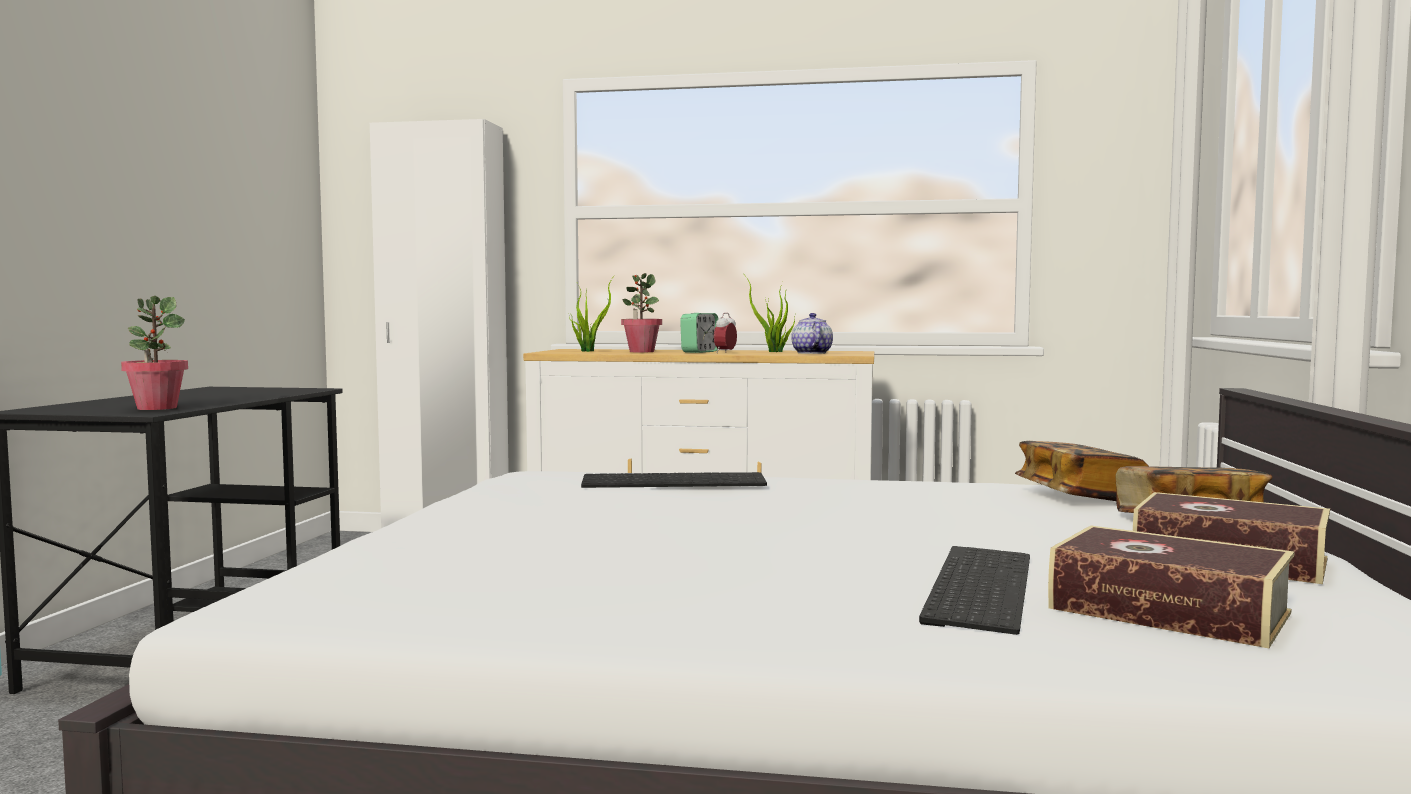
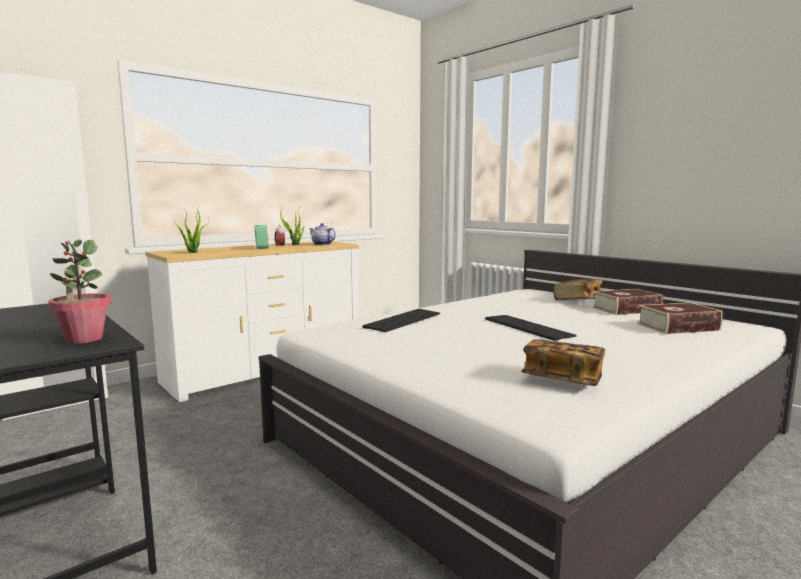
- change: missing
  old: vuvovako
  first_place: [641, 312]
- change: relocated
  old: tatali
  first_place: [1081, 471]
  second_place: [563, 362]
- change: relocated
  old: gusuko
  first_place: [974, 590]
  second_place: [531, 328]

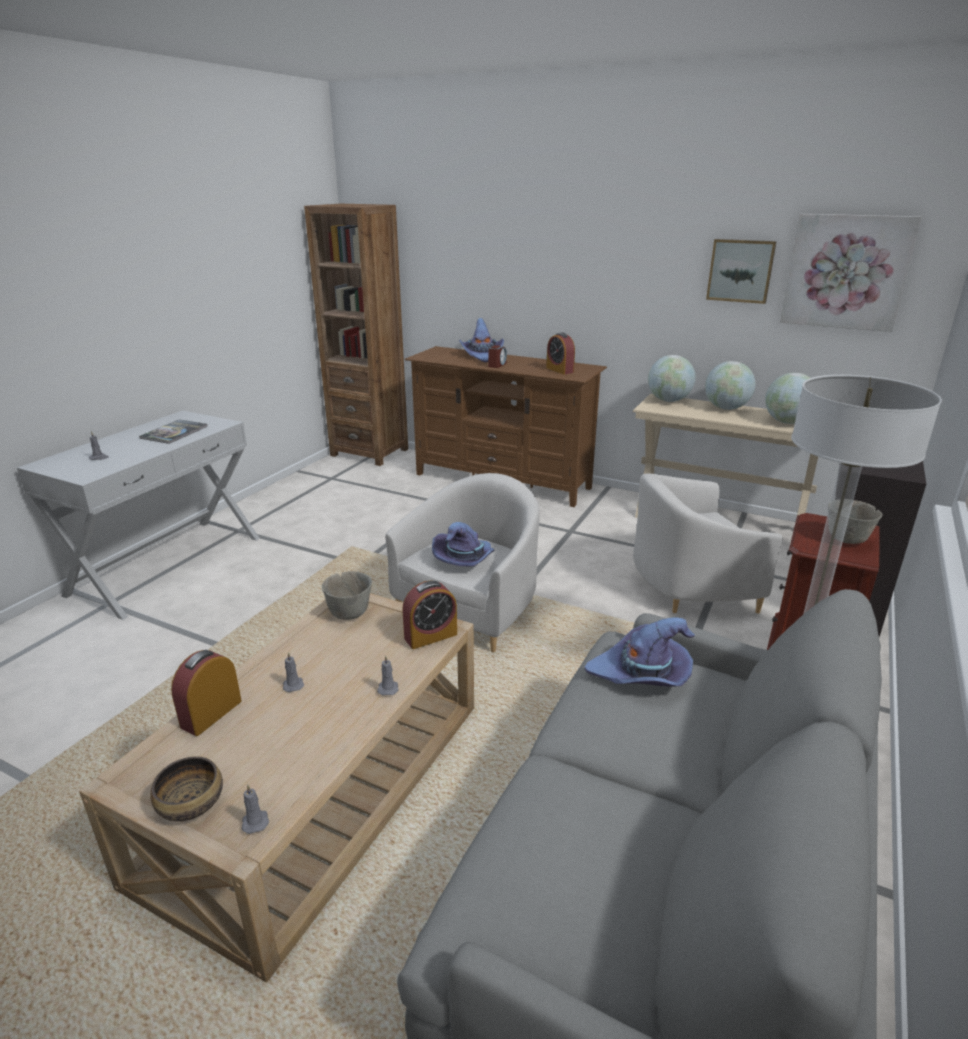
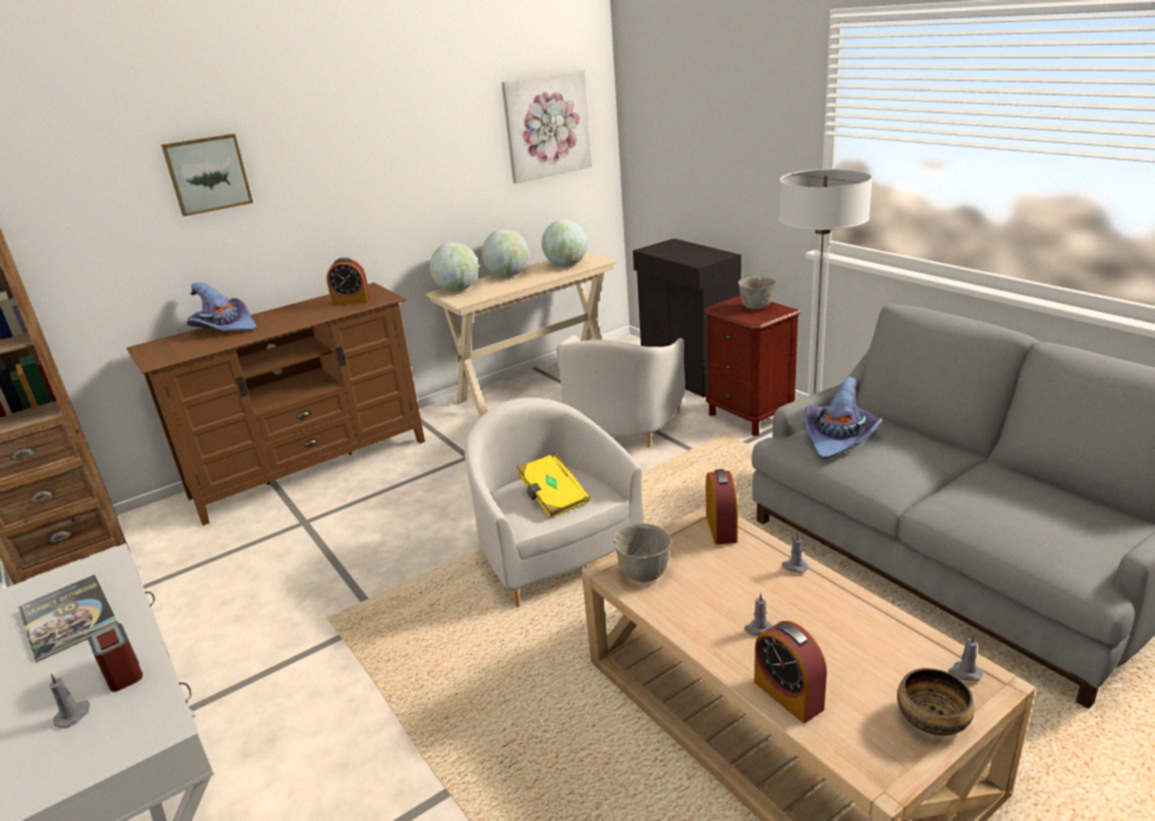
- change: relocated
  old: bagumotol
  first_place: [741, 271]
  second_place: [207, 175]
- change: relocated
  old: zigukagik
  first_place: [497, 356]
  second_place: [115, 657]
- change: exchanged
  old: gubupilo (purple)
  new: tatali (yellow)
  first_place: [463, 544]
  second_place: [553, 485]

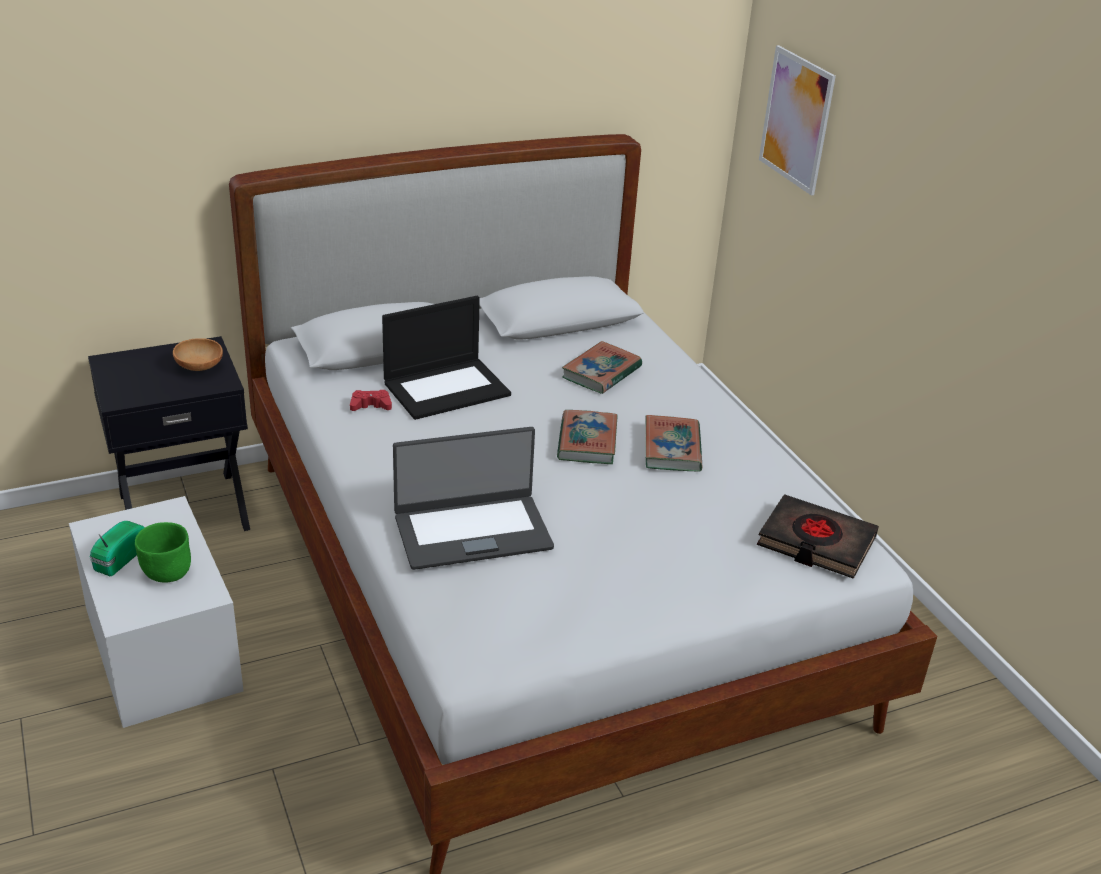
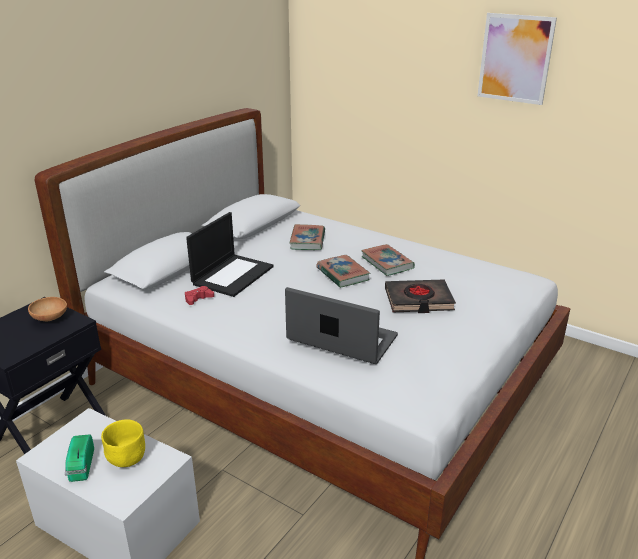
- change: relocated
  old: bagumotol
  first_place: [797, 120]
  second_place: [517, 59]
- change: spun
  old: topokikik
  first_place: [473, 498]
  second_place: [341, 325]
  degrees: -105
- change: relocated
  old: tatali (black)
  first_place: [818, 536]
  second_place: [420, 296]
- change: colour
  old: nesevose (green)
  new: nesevose (yellow)
  first_place: [163, 552]
  second_place: [123, 443]

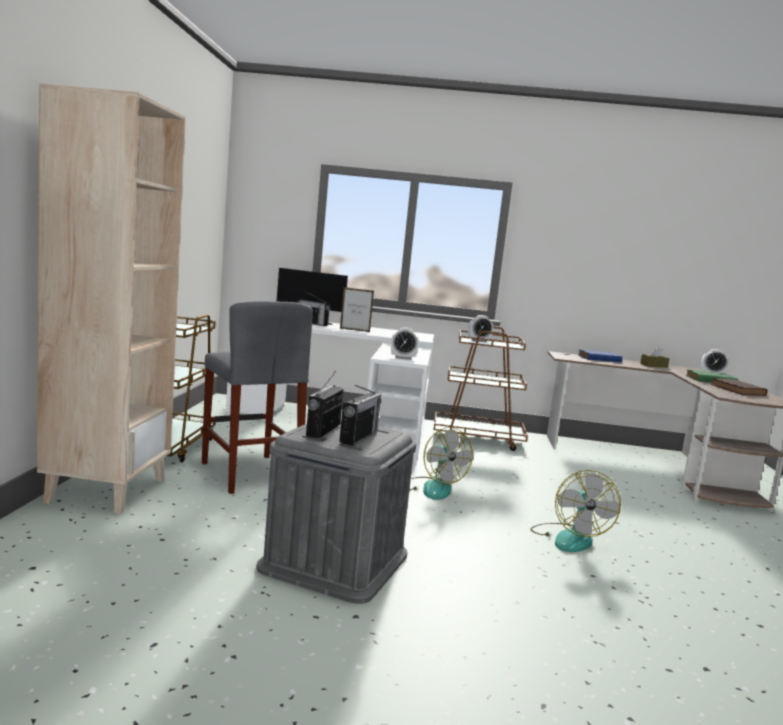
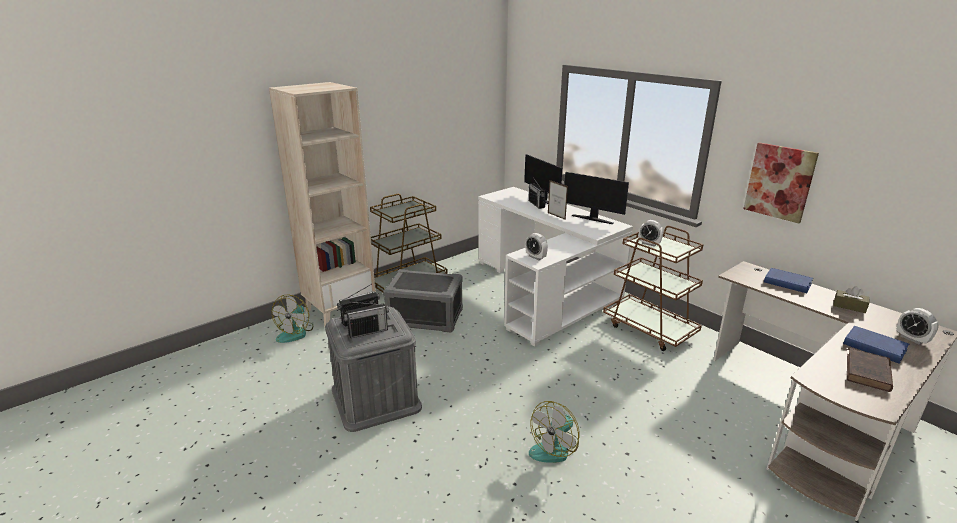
- change: exchanged
  old: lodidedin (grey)
  new: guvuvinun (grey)
  first_place: [257, 397]
  second_place: [423, 300]
- change: colour
  old: tatali (green)
  new: tatali (blue)
  first_place: [712, 376]
  second_place: [876, 345]
- change: relocated
  old: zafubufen
  first_place: [441, 463]
  second_place: [292, 319]
- change: appeared
  new: bagumotol
  second_place: [781, 183]
- change: appeared
  new: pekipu
  second_place: [596, 198]

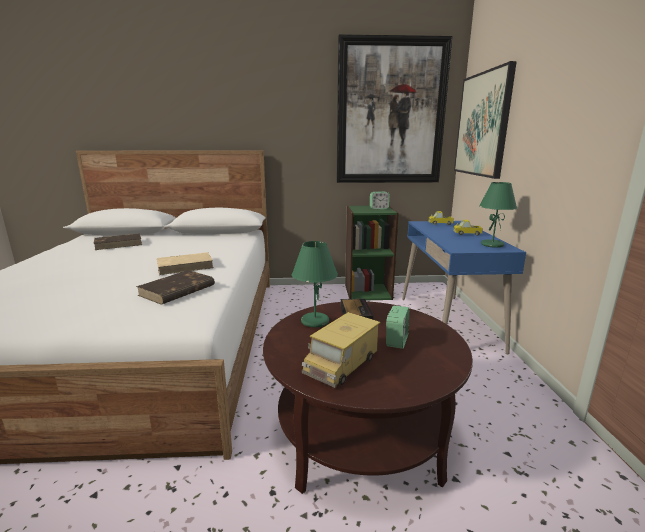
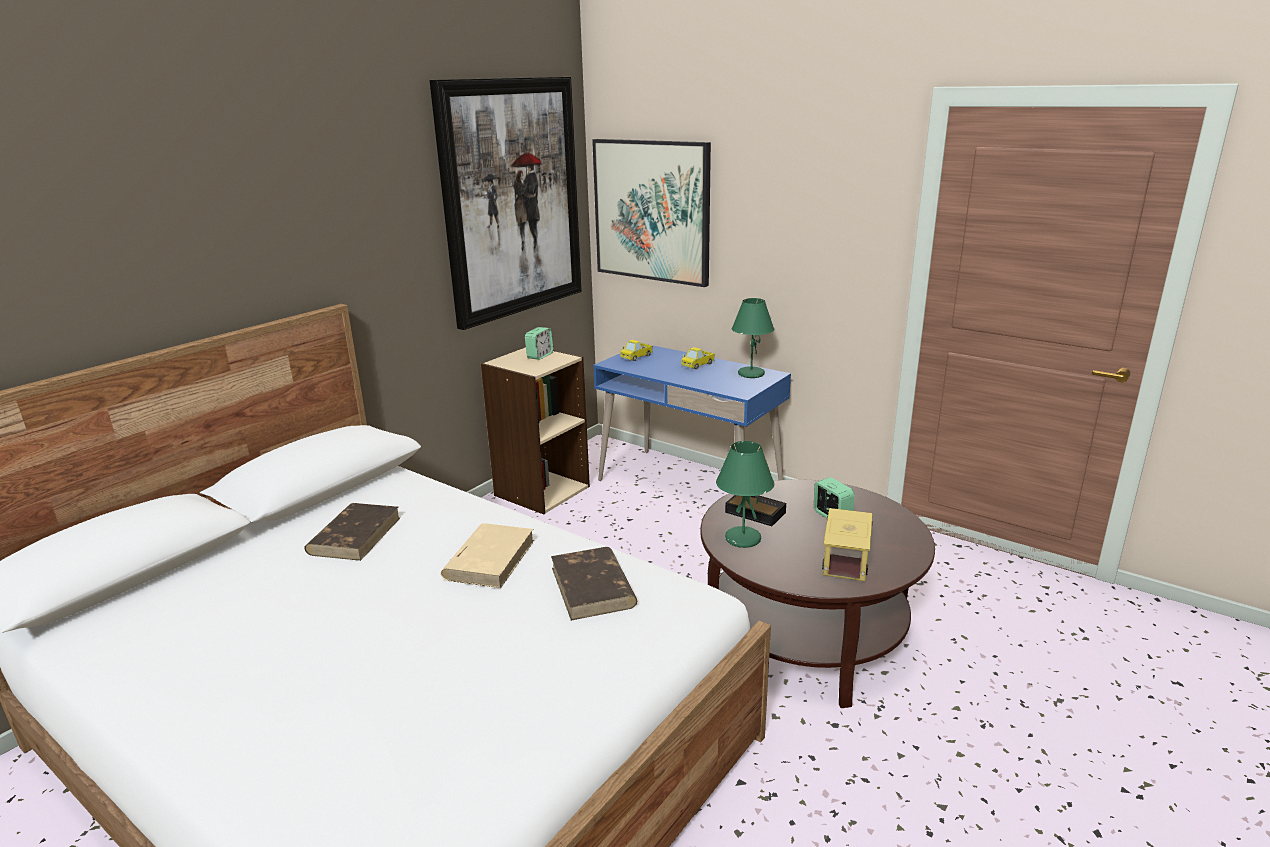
- change: colour
  old: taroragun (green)
  new: taroragun (beige)
  first_place: [372, 253]
  second_place: [535, 430]
- change: relocated
  old: tatali (brown)
  first_place: [117, 241]
  second_place: [352, 532]
- change: spun
  old: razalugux
  first_place: [341, 350]
  second_place: [847, 544]
  degrees: -150

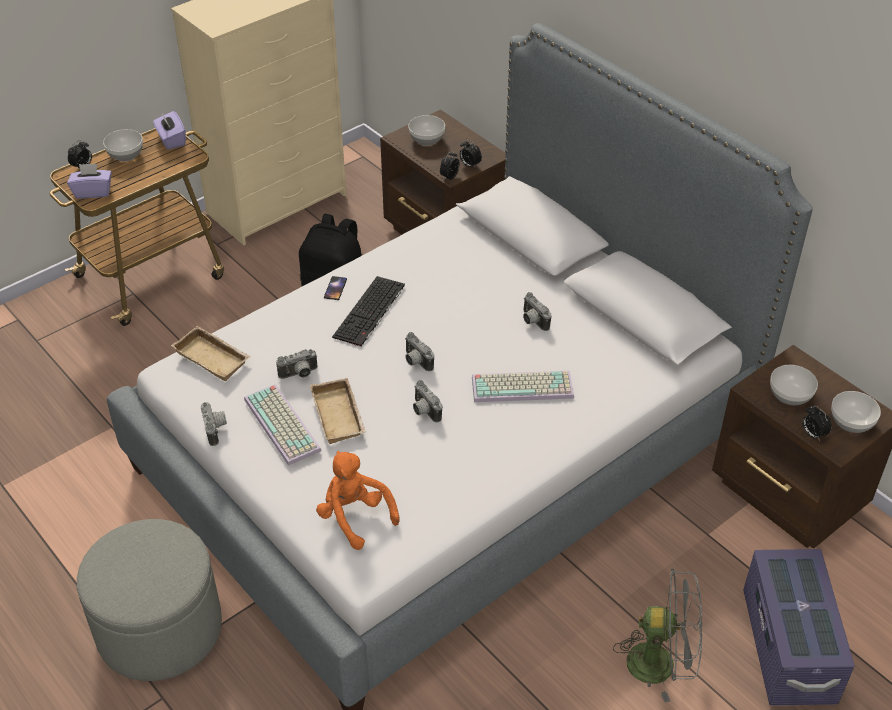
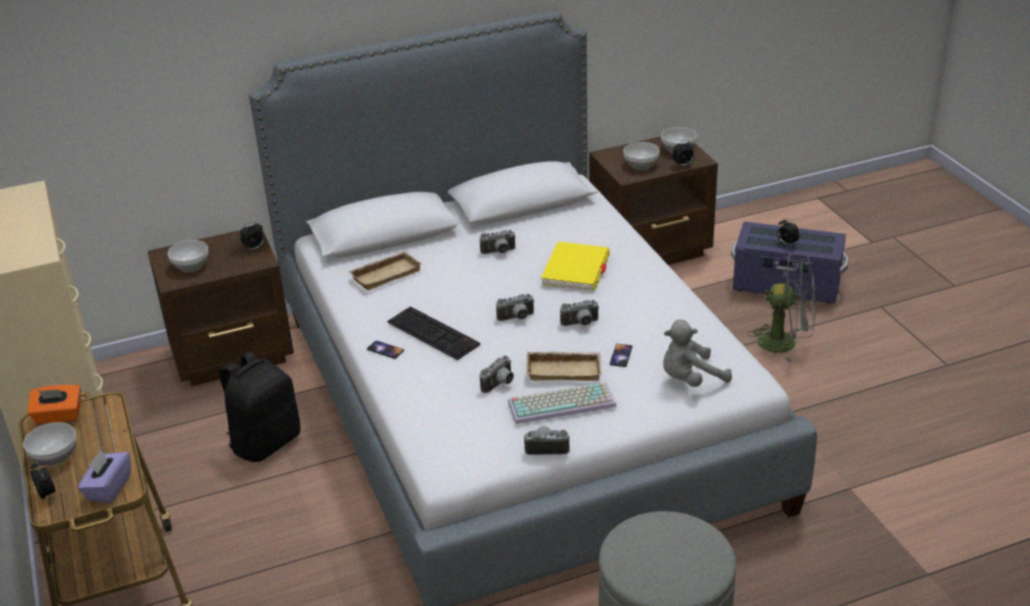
- change: colour
  old: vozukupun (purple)
  new: vozukupun (orange)
  first_place: [169, 130]
  second_place: [54, 404]
- change: relocated
  old: zigukagik
  first_place: [450, 166]
  second_place: [788, 232]
- change: relocated
  old: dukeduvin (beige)
  first_place: [211, 353]
  second_place: [385, 270]
- change: spun
  old: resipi
  first_place: [297, 364]
  second_place: [497, 374]
  degrees: 45
- change: exchanged
  old: gusuko
  new: tatali (yellow)
  first_place: [523, 386]
  second_place: [575, 266]
- change: colour
  old: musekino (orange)
  new: musekino (grey)
  first_place: [358, 500]
  second_place: [697, 353]
- change: spun
  old: zafubufen (grey)
  first_place: [657, 635]
  second_place: [781, 308]
  degrees: 75
- change: appeared
  new: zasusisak
  second_place: [621, 355]

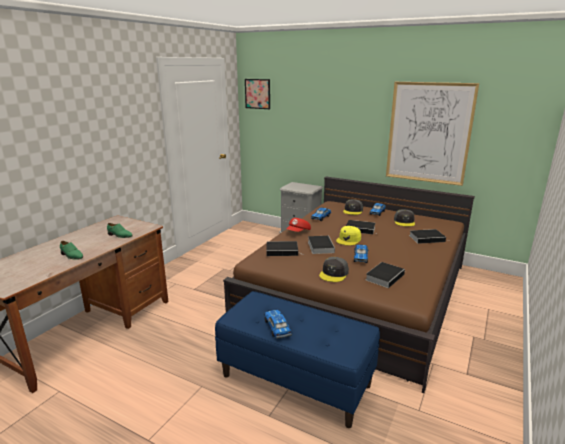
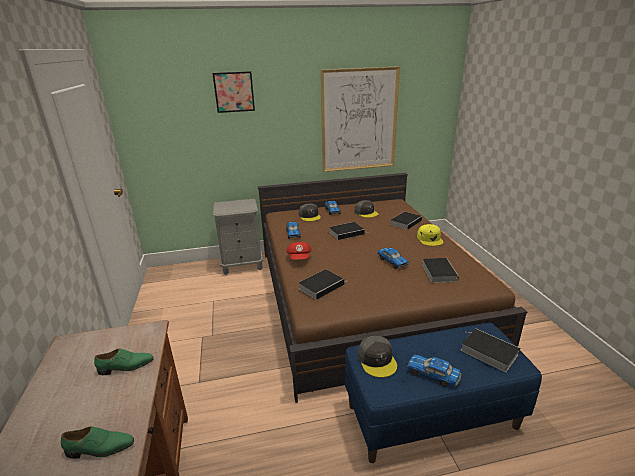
- change: relocated
  old: bagumotol
  first_place: [257, 94]
  second_place: [233, 92]
- change: relocated
  old: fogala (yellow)
  first_place: [348, 236]
  second_place: [430, 235]
- change: relocated
  old: tatali
  first_place: [321, 245]
  second_place: [490, 350]
- change: relocated
  old: fogala (grey)
  first_place: [334, 269]
  second_place: [377, 357]

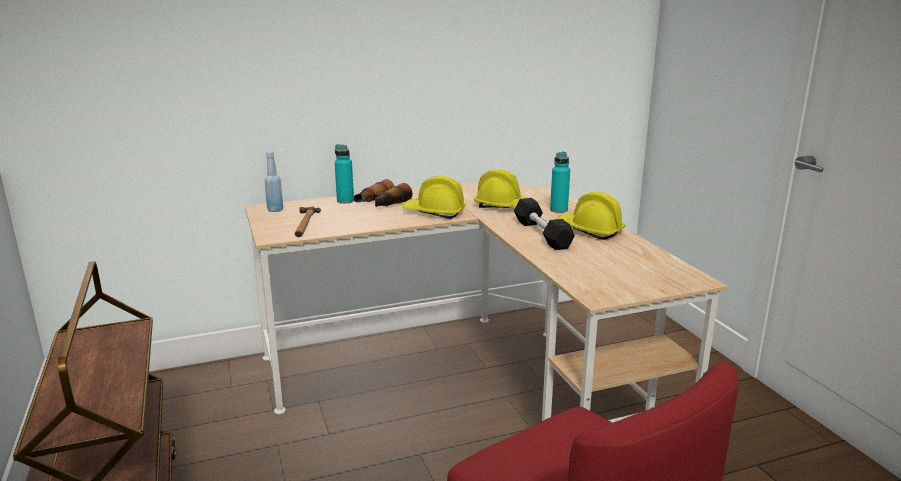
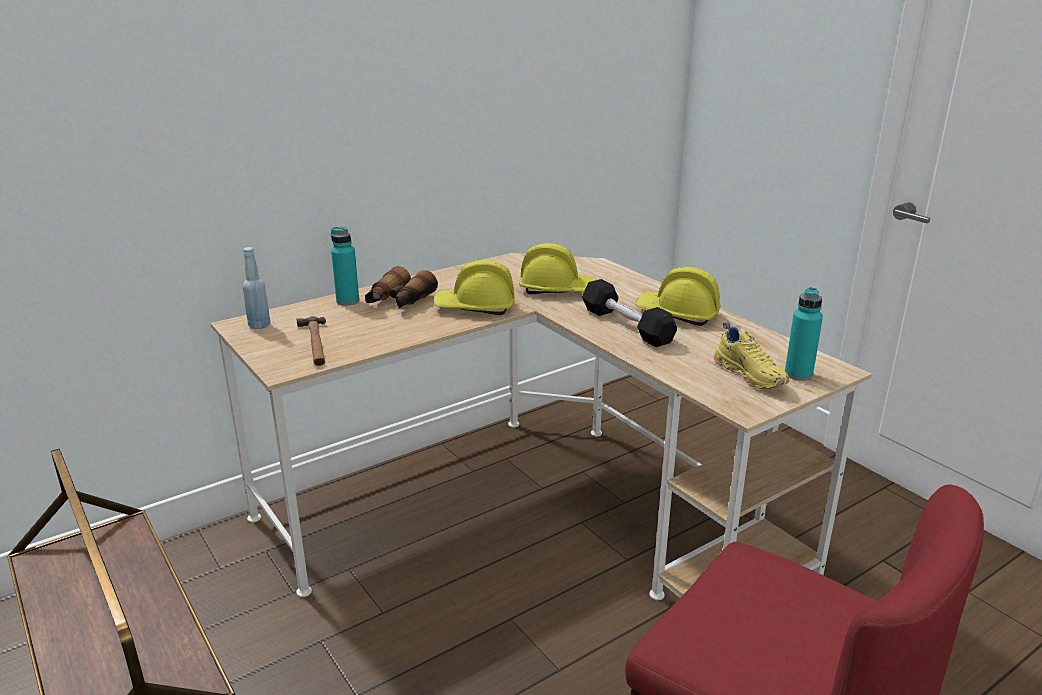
- change: relocated
  old: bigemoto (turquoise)
  first_place: [560, 182]
  second_place: [804, 334]
- change: appeared
  new: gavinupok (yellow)
  second_place: [751, 355]

